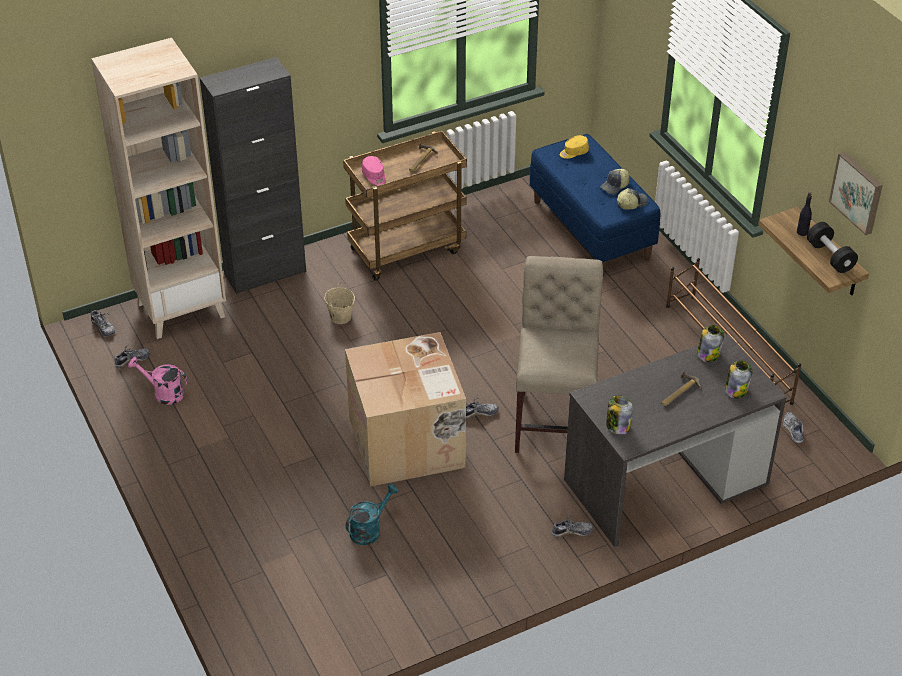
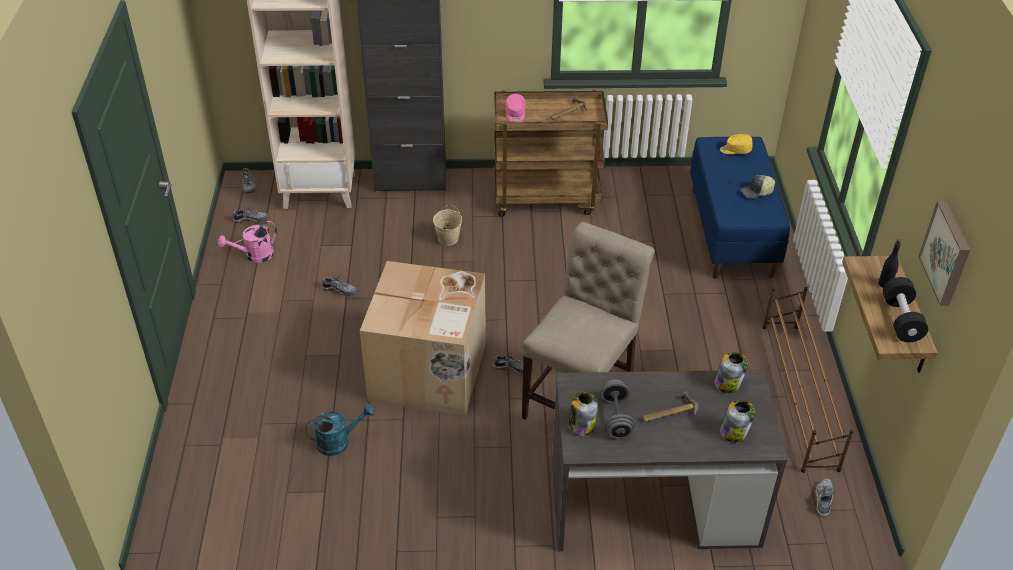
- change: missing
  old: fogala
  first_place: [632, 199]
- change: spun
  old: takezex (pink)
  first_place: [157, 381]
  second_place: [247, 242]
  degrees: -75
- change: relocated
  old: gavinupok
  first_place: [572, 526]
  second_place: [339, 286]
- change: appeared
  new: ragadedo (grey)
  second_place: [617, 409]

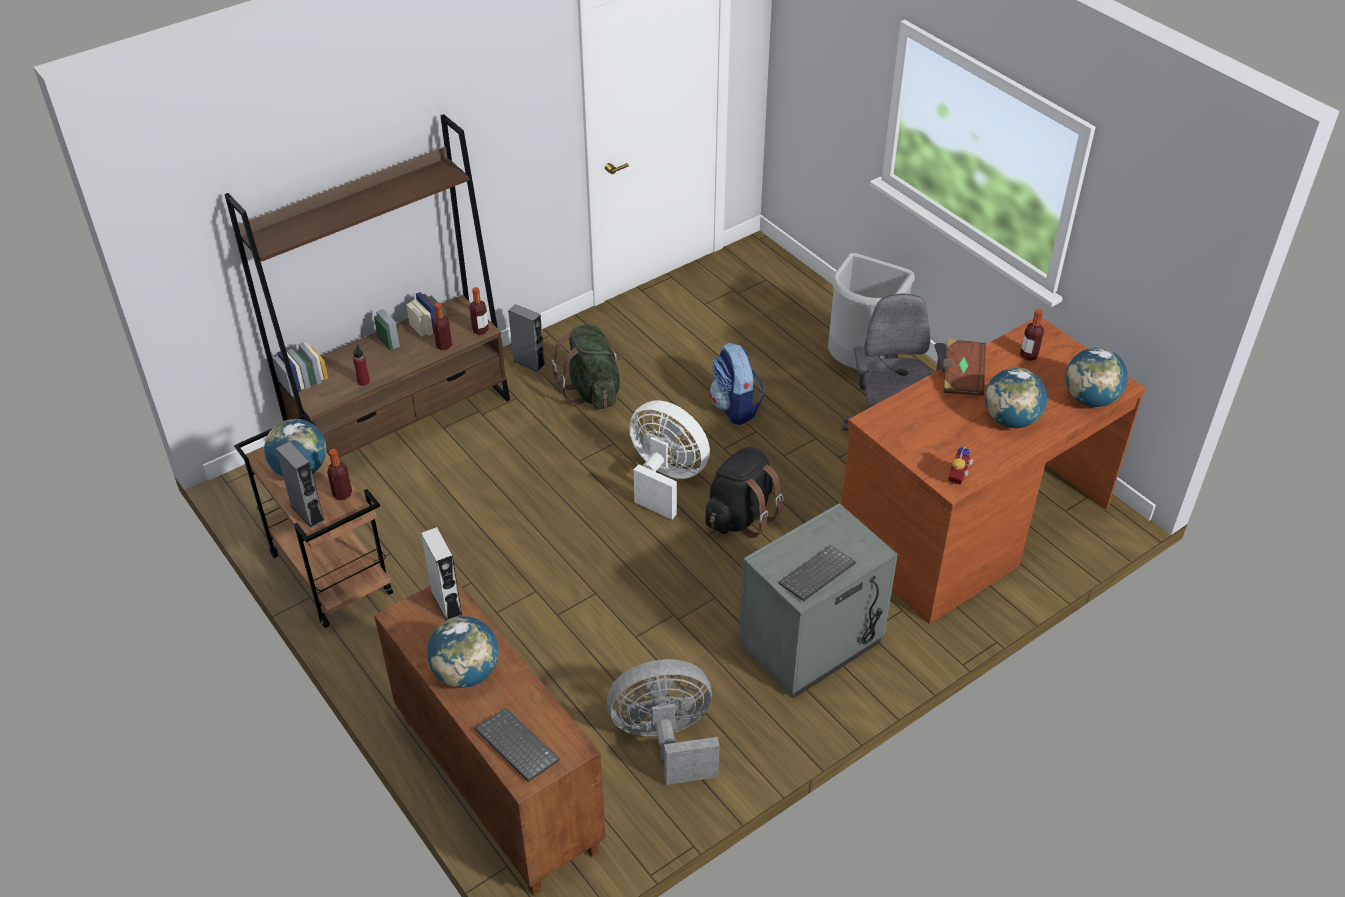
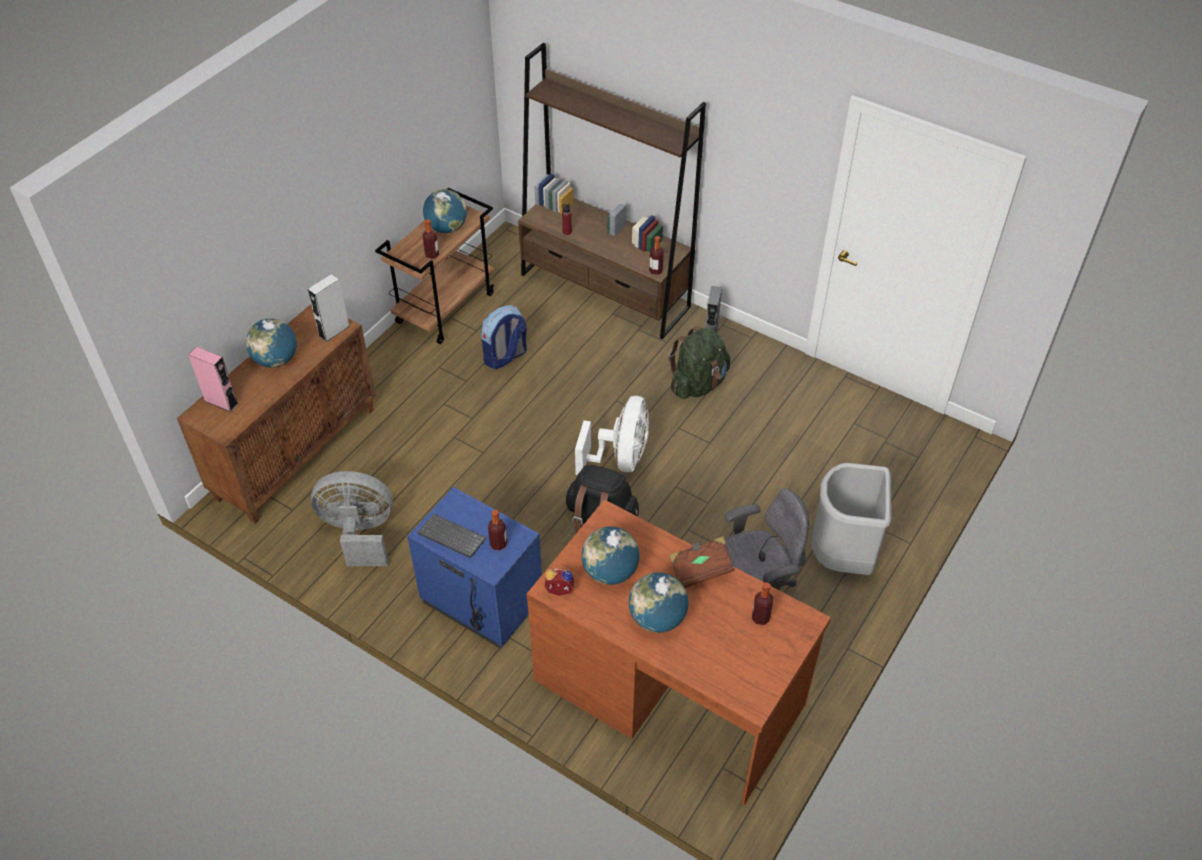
- change: relocated
  old: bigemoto
  first_place: [442, 326]
  second_place: [497, 530]
- change: relocated
  old: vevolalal
  first_place: [737, 383]
  second_place: [504, 337]
- change: relocated
  old: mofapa
  first_place: [1097, 377]
  second_place: [611, 555]
- change: missing
  old: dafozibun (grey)
  first_place: [300, 484]
- change: colour
  old: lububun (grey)
  new: lububun (blue)
  first_place: [818, 600]
  second_place: [474, 568]
- change: spun
  old: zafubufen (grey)
  first_place: [663, 722]
  second_place: [352, 518]
  degrees: -60
- change: exchanged
  old: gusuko
  new: dafozibun (pink)
  first_place: [517, 745]
  second_place: [213, 379]

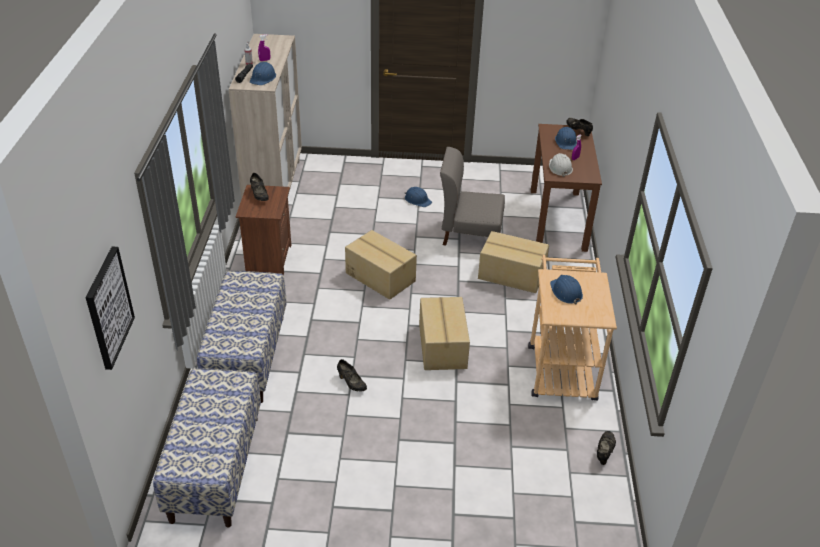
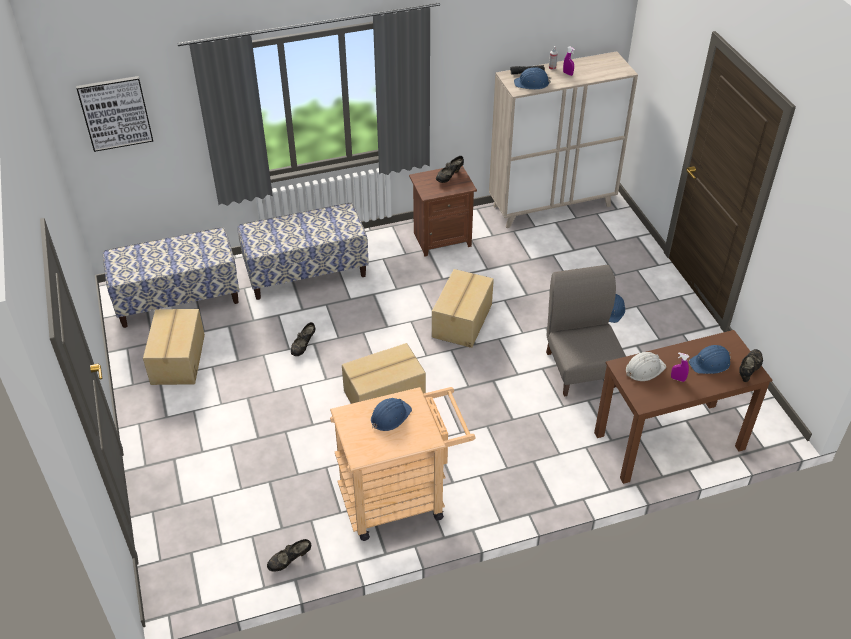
- change: relocated
  old: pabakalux
  first_place: [513, 262]
  second_place: [174, 347]
- change: spun
  old: gavinupok (black)
  first_place: [606, 448]
  second_place: [289, 555]
  degrees: 150

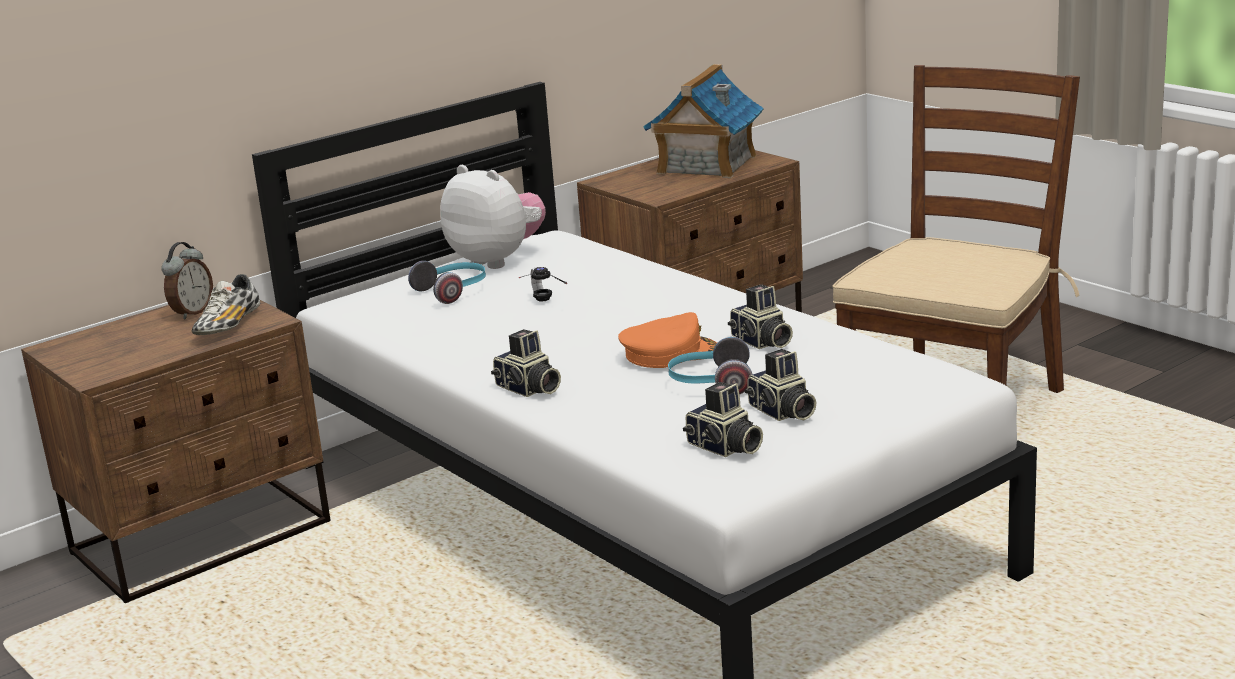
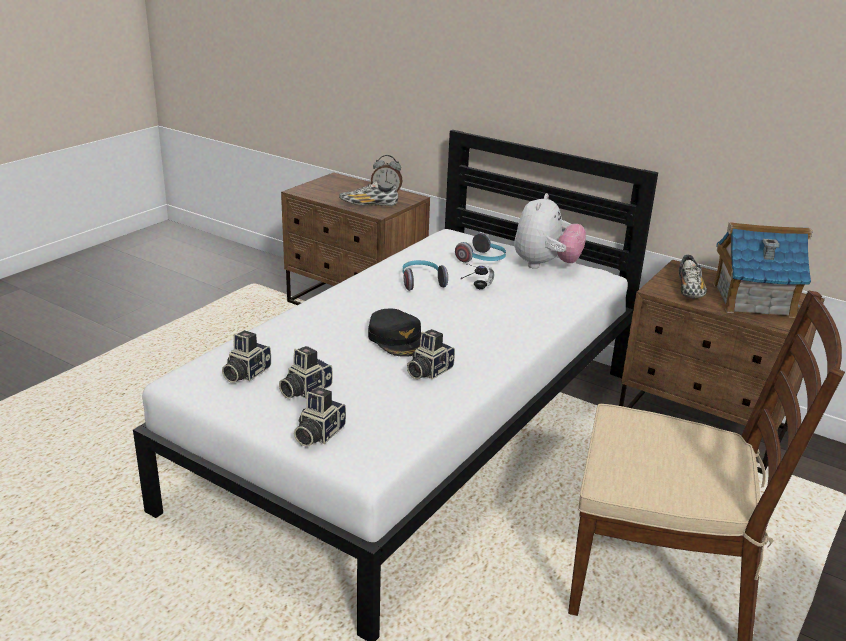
- change: colour
  old: fogala (orange)
  new: fogala (black)
  first_place: [667, 340]
  second_place: [394, 333]
- change: relocated
  old: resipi
  first_place: [526, 363]
  second_place: [320, 417]
- change: relocated
  old: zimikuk
  first_place: [710, 365]
  second_place: [425, 275]
- change: appeared
  new: gavinupok
  second_place: [693, 276]

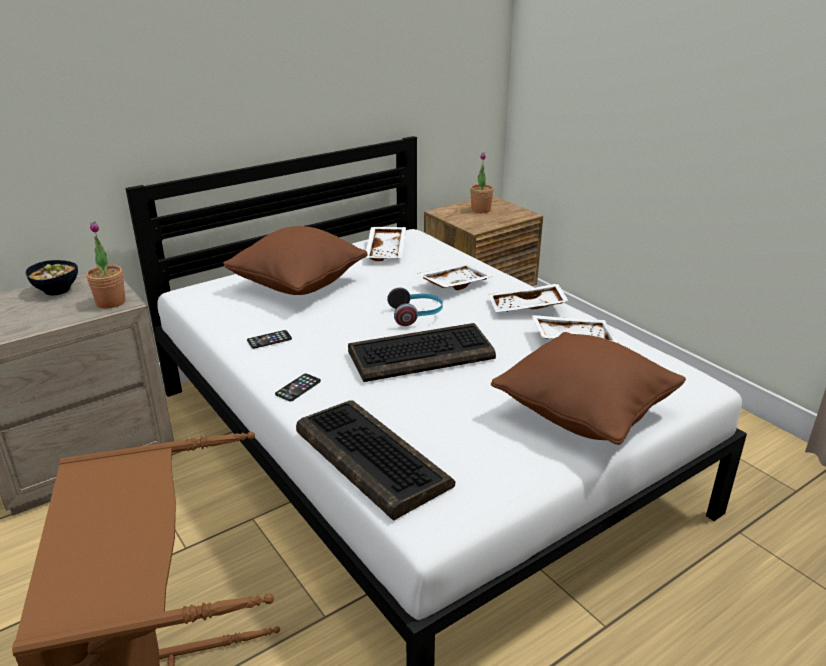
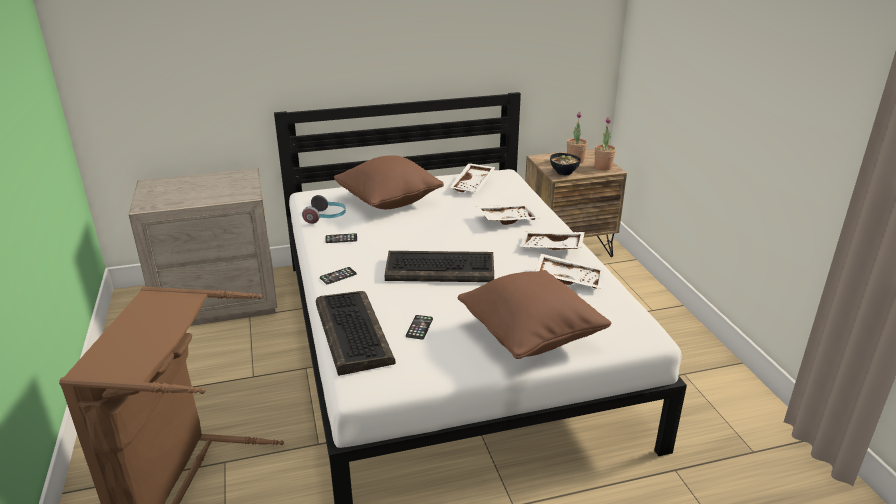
- change: relocated
  old: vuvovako
  first_place: [105, 265]
  second_place: [605, 144]
- change: relocated
  old: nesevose
  first_place: [52, 277]
  second_place: [565, 164]
- change: relocated
  old: zimikuk
  first_place: [415, 306]
  second_place: [324, 209]
- change: appeared
  new: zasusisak
  second_place: [419, 327]

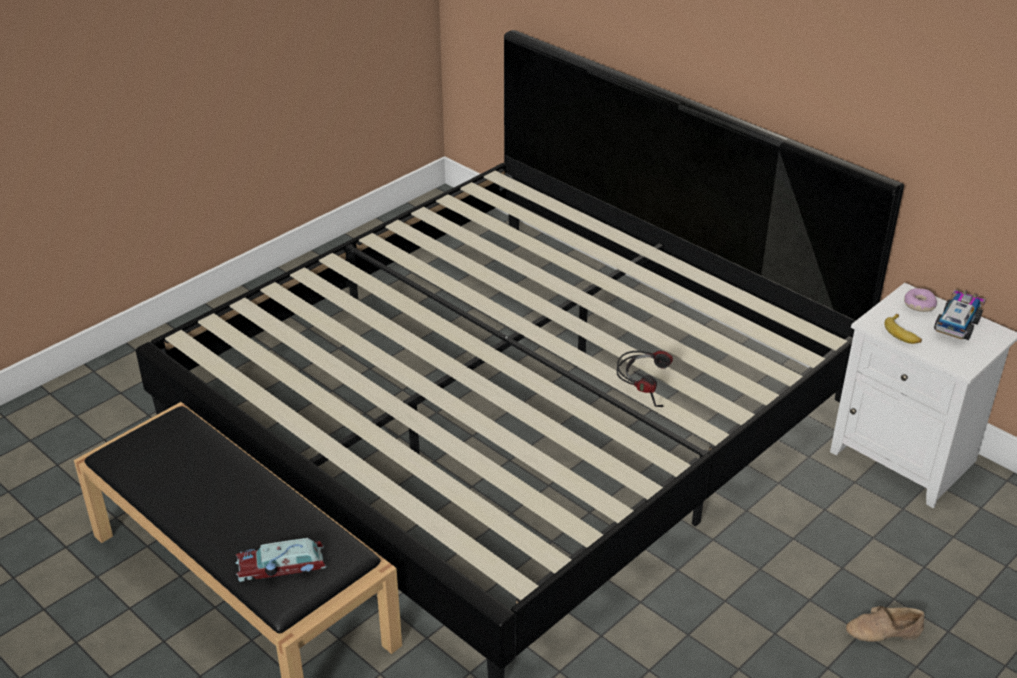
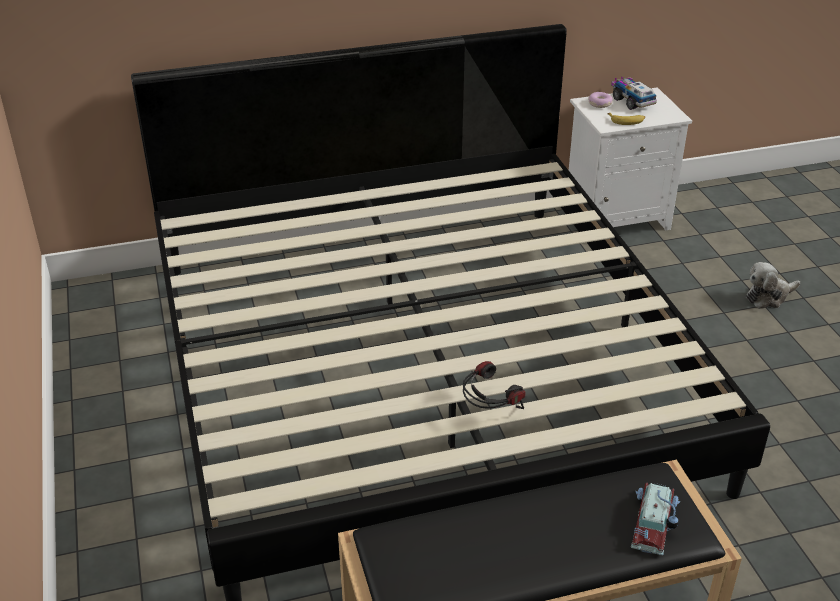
- change: relocated
  old: zimikuk
  first_place: [645, 378]
  second_place: [494, 385]
- change: exchanged
  old: gavinupok (beige)
  new: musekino
  first_place: [885, 624]
  second_place: [773, 285]

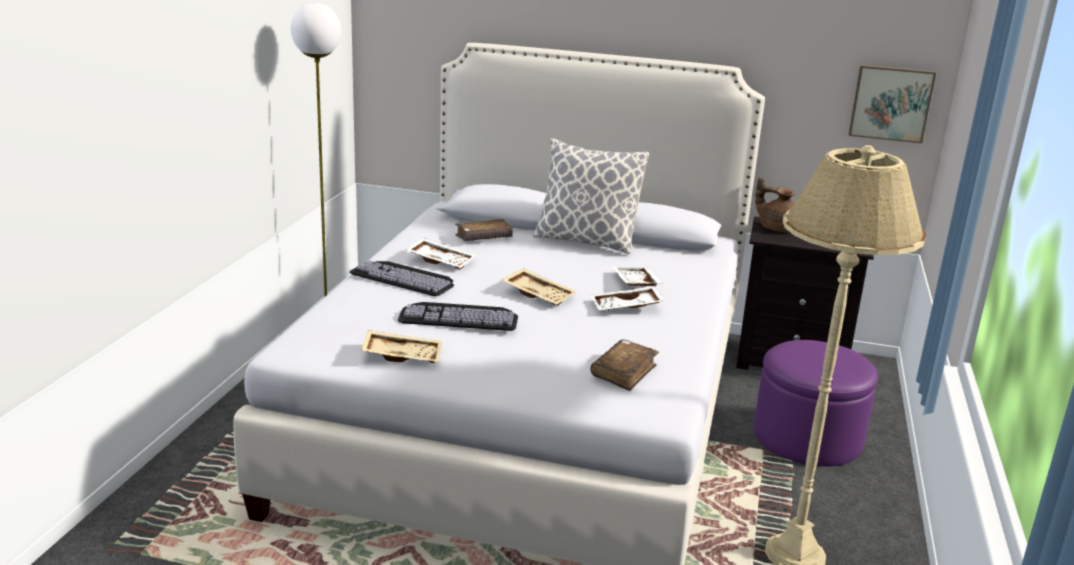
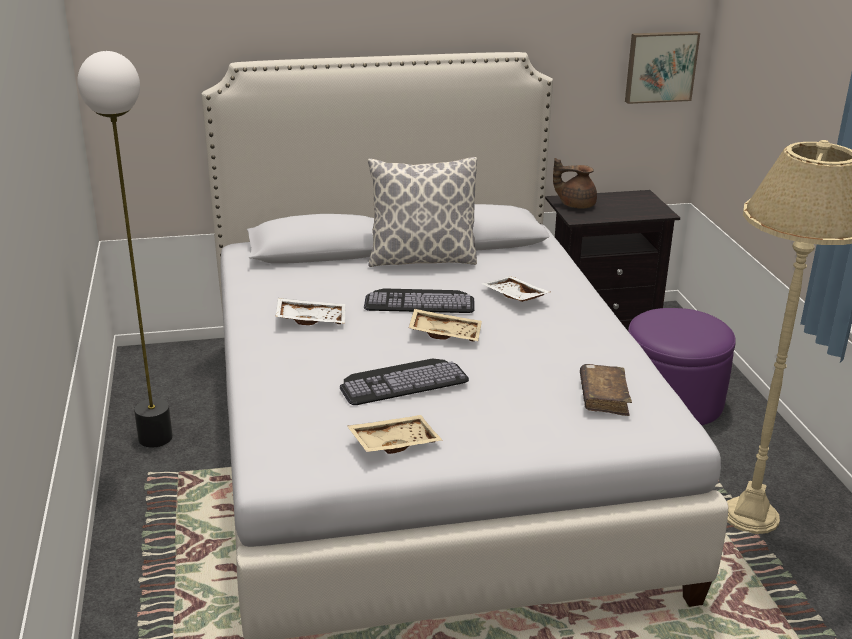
- change: missing
  old: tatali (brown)
  first_place: [484, 230]
- change: relocated
  old: gusuko
  first_place: [401, 278]
  second_place: [419, 300]
- change: missing
  old: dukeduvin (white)
  first_place: [627, 298]

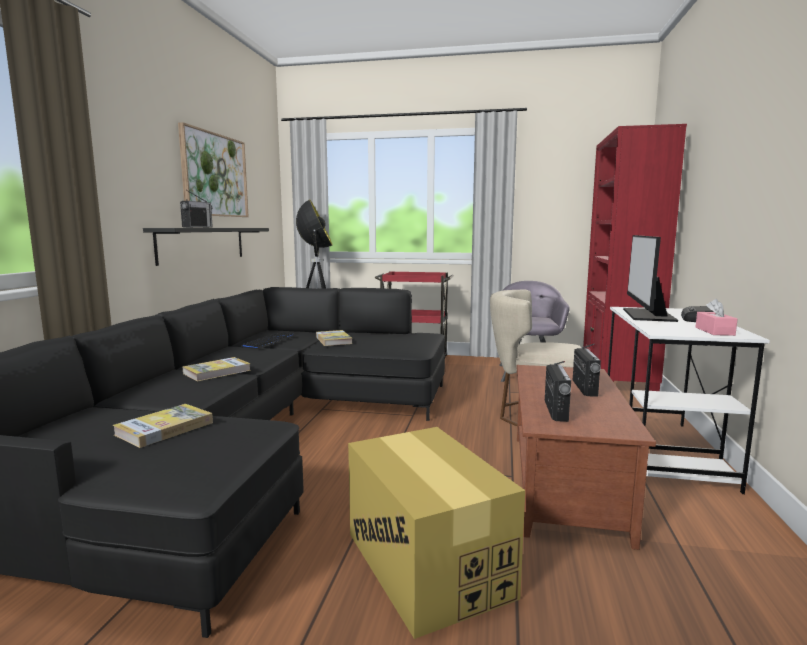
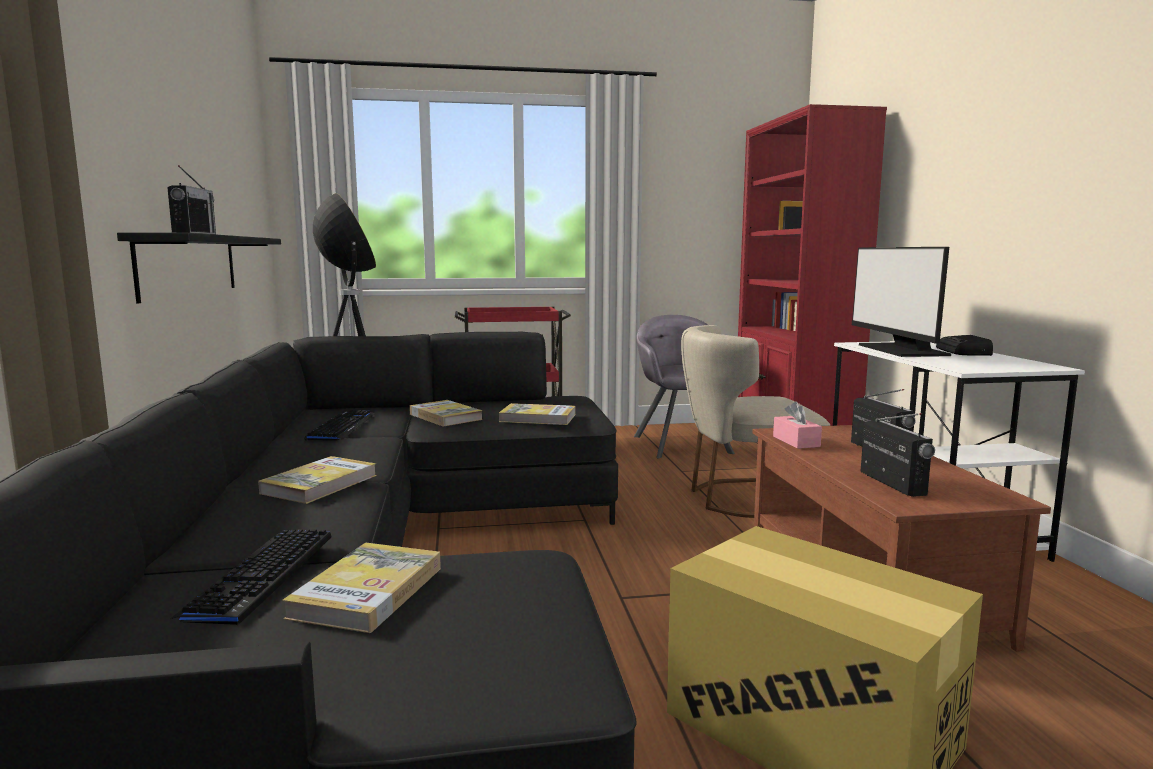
- change: missing
  old: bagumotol
  first_place: [213, 169]
- change: relocated
  old: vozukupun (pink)
  first_place: [717, 317]
  second_place: [797, 425]
- change: appeared
  new: tatali
  second_place: [537, 414]
- change: appeared
  new: gusuko
  second_place: [251, 577]

